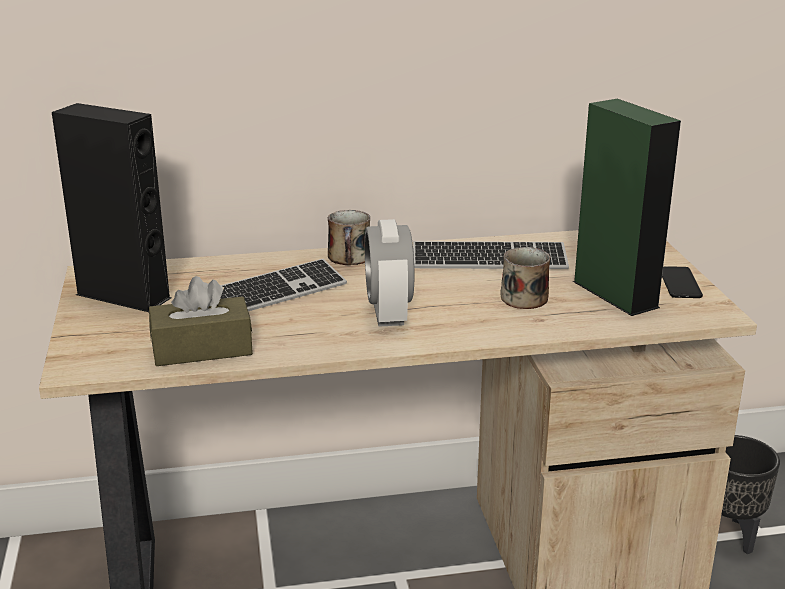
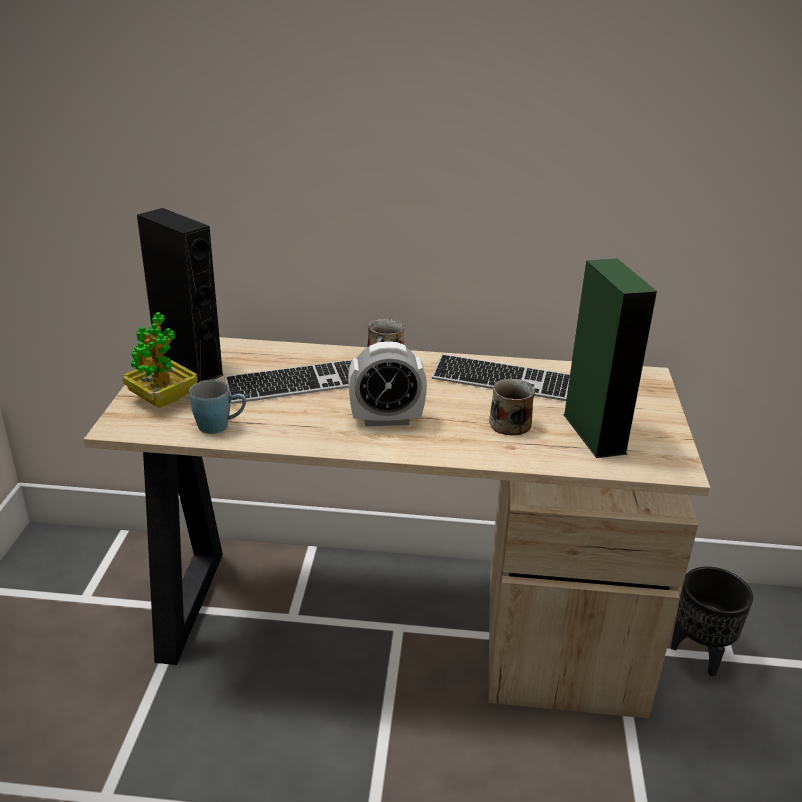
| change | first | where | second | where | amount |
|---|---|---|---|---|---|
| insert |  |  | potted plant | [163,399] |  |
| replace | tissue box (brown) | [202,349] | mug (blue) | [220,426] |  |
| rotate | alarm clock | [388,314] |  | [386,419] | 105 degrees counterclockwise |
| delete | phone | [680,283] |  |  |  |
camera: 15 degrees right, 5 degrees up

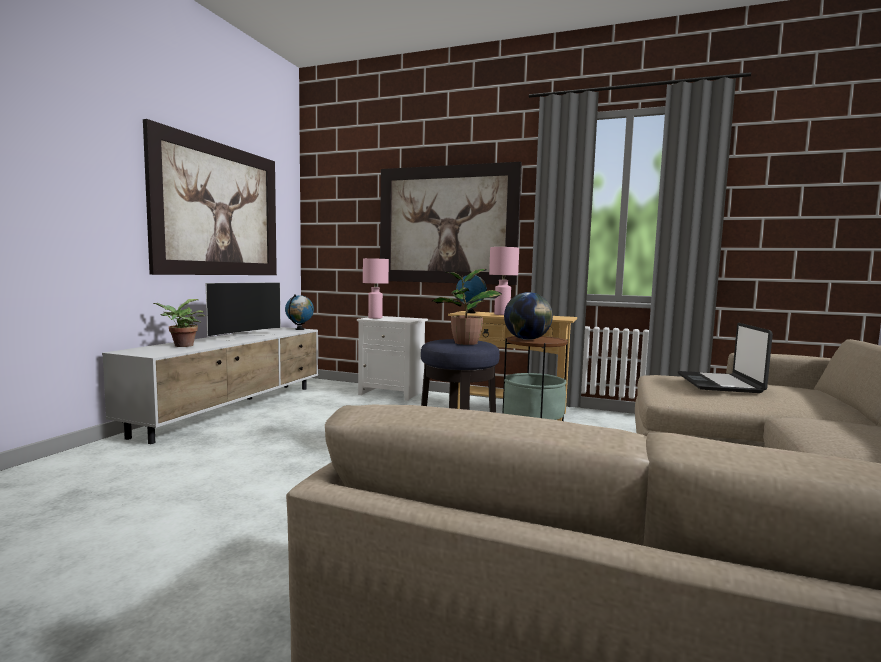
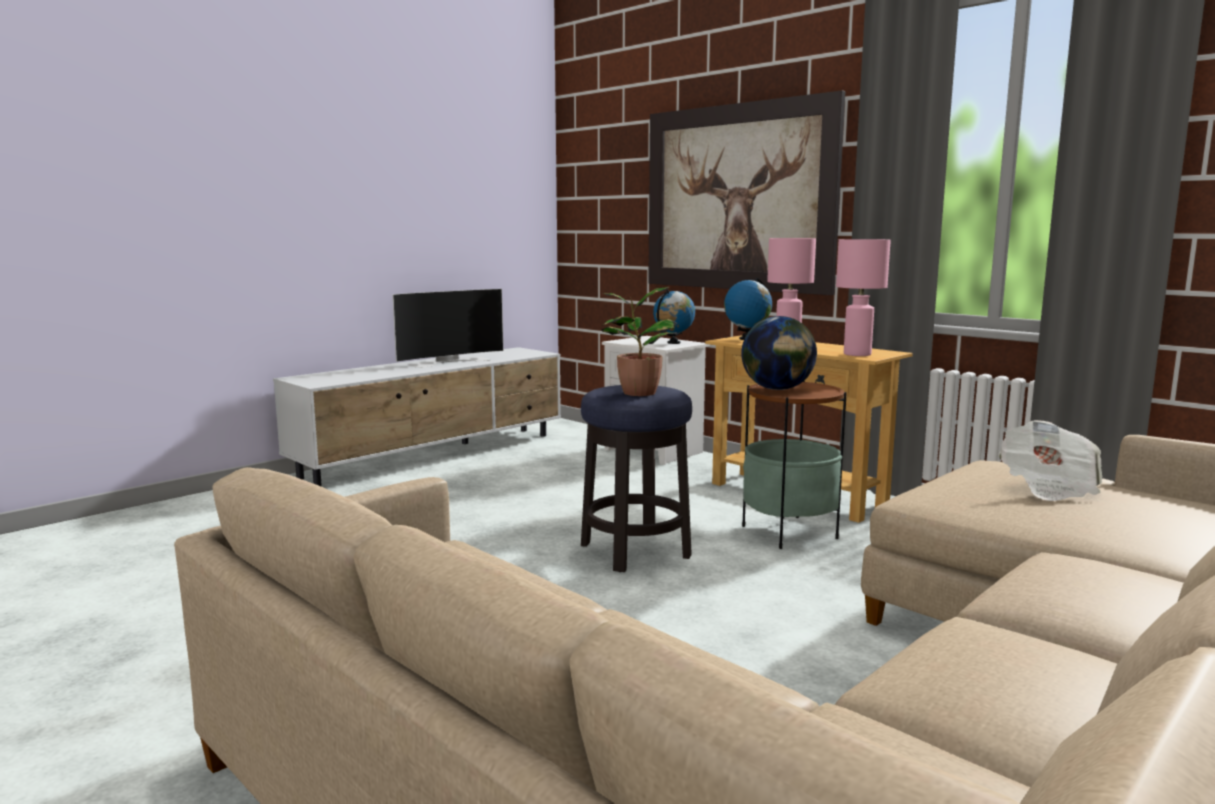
| change | first | where | second | where | amount |
|---|---|---|---|---|---|
| move | globe | [299,329] |  | [673,343] |  |
| move | table lamp (pink) | [375,318] |  | [858,354] |  |
| replace | laptop | [719,383] | newspaper | [1048,487] |  |
| delete | picture | [219,210] |  |  |  |
| delete | potted plant | [181,346] |  |  |  |
camera: 25 degrees right, 5 degrees up

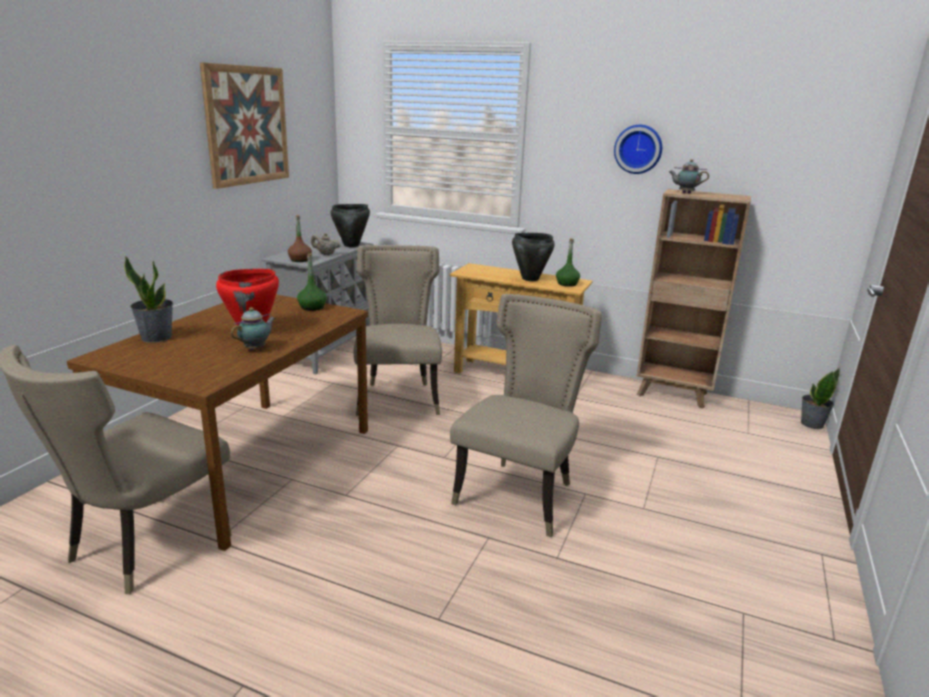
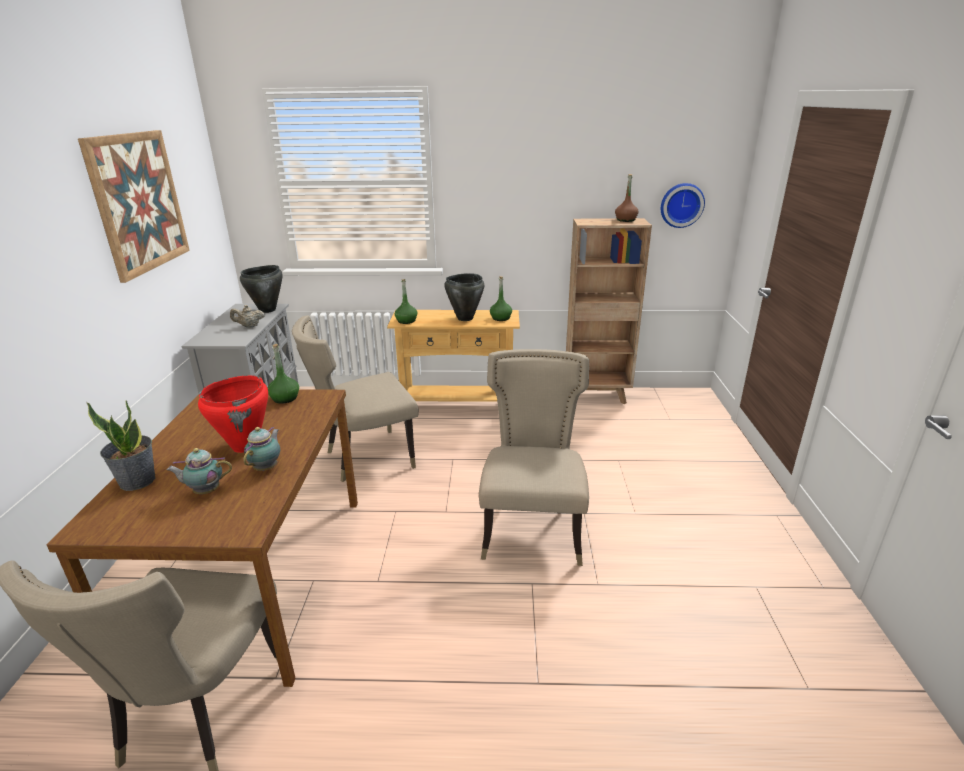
| change | first | where | second | where | amount |
|---|---|---|---|---|---|
| move | teapot | [685,193] |  | [205,491] |  |
| rotate | chair (beige) | [398,397] |  | [366,458] | 90 degrees counterclockwise |
| insert |  |  | bottle (green) | [406,321] |  |
| move | bottle (brown) | [300,260] |  | [626,220] |  |
| move | wall clock | [638,149] |  | [681,205] |  |
| delete | potted plant | [811,424] |  |  |  |
camera: 20 degrees left, 5 degrees up

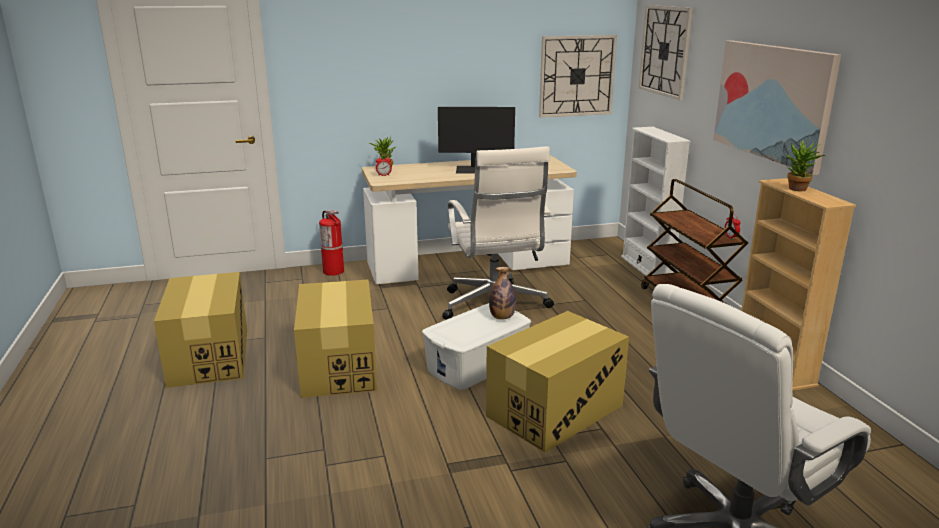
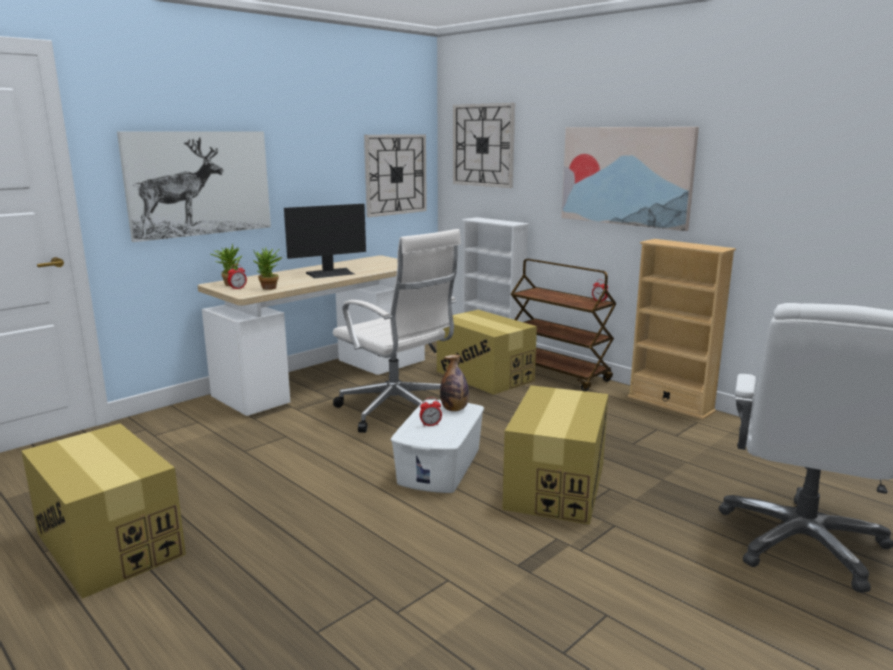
| change | first | where | second | where | amount |
|---|---|---|---|---|---|
| insert |  |  | picture | [199,183] |  |
| move | potted plant | [798,190] |  | [269,289] |  |
| insert |  |  | alarm clock | [430,425] |  |
| move | cardboard box | [339,366] |  | [485,376] |  |
| delete | fire extinguisher | [333,271] |  |  |  |
camera: 30 degrees left, 5 degrees down

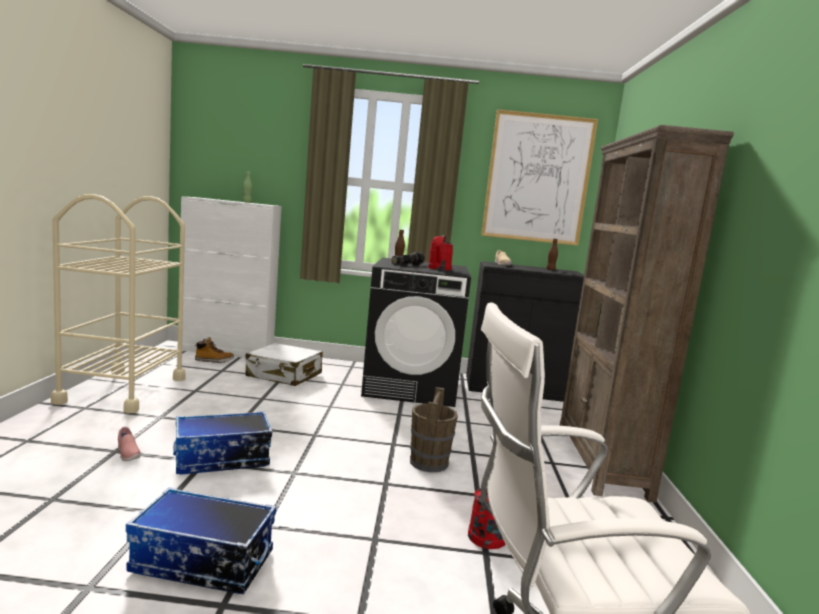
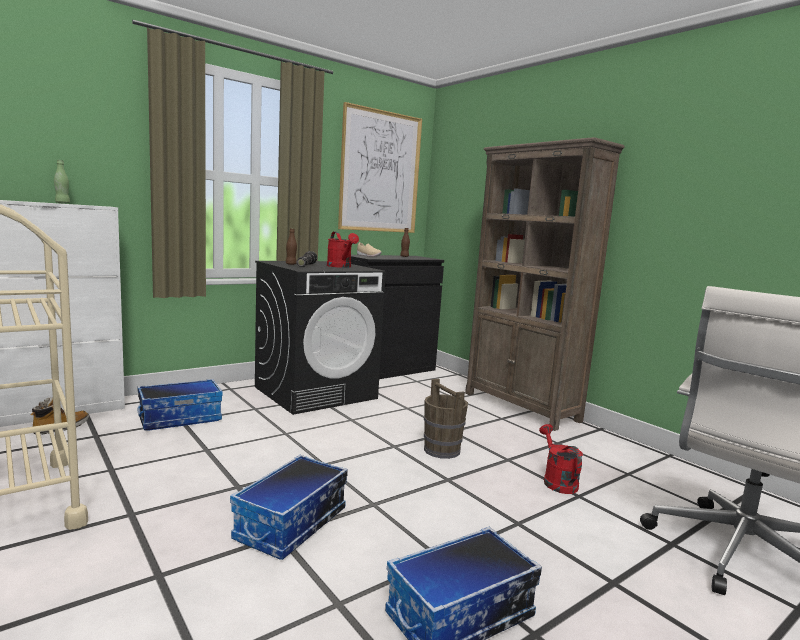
| change | first | where | second | where | amount |
|---|---|---|---|---|---|
| replace | suitcase (white) | [284,375] | storage box | [180,418] |  |
| delete | shoe (pink) | [127,454] |  |  |  |
camera: 40 degrees left, 0 degrees up

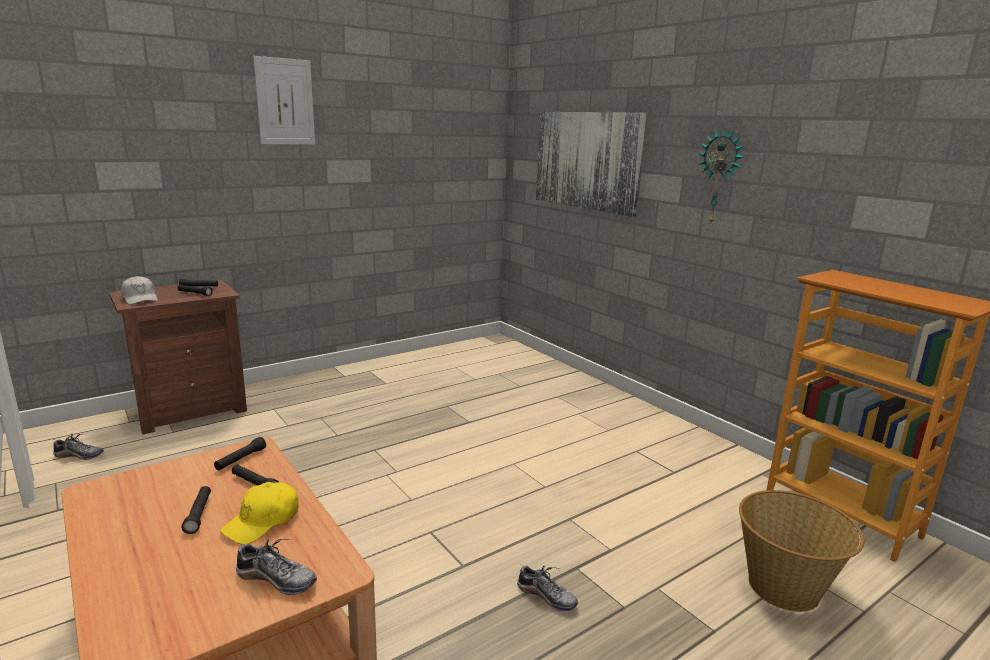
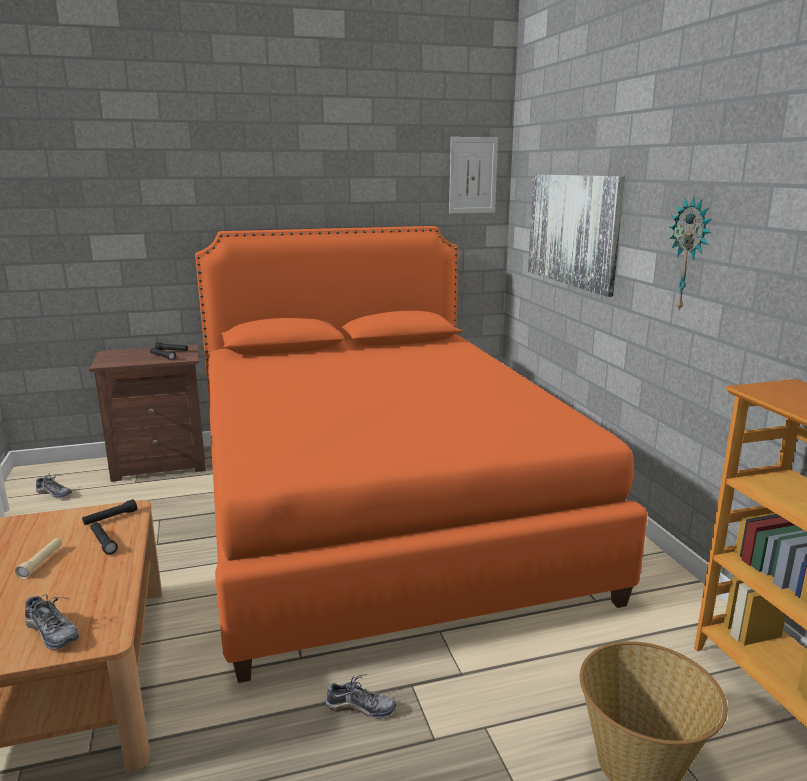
| change | first | where | second | where | amount |
|---|---|---|---|---|---|
| recolor | flashlight (black) | [199,514] | flashlight (beige) | [41,562] |  |
| insert |  |  | bed (orange) | [377,509] |  |
| rotate | shoe | [546,596] |  | [360,708] | 45 degrees counterclockwise |
| move | picture | [285,102] |  | [473,175] |  |
| delete | cap (white) | [140,298] |  |  |  |
| delete | cap (yellow) | [262,521] |  |  |  |
camera: 20 degrees right, 0 degrees up

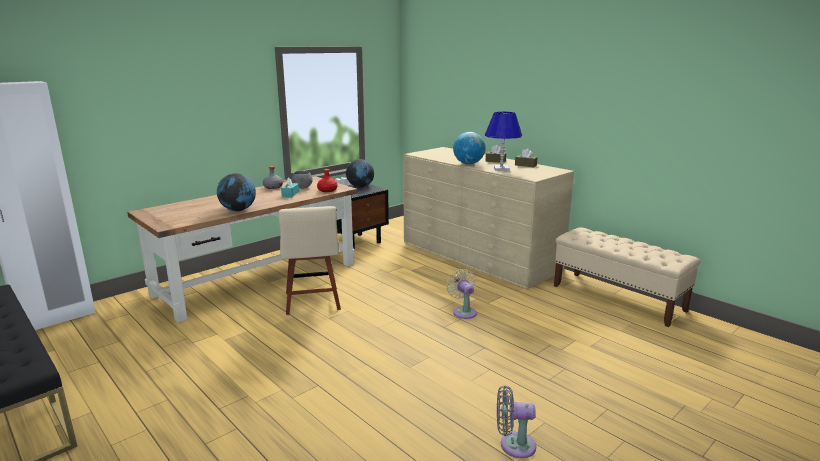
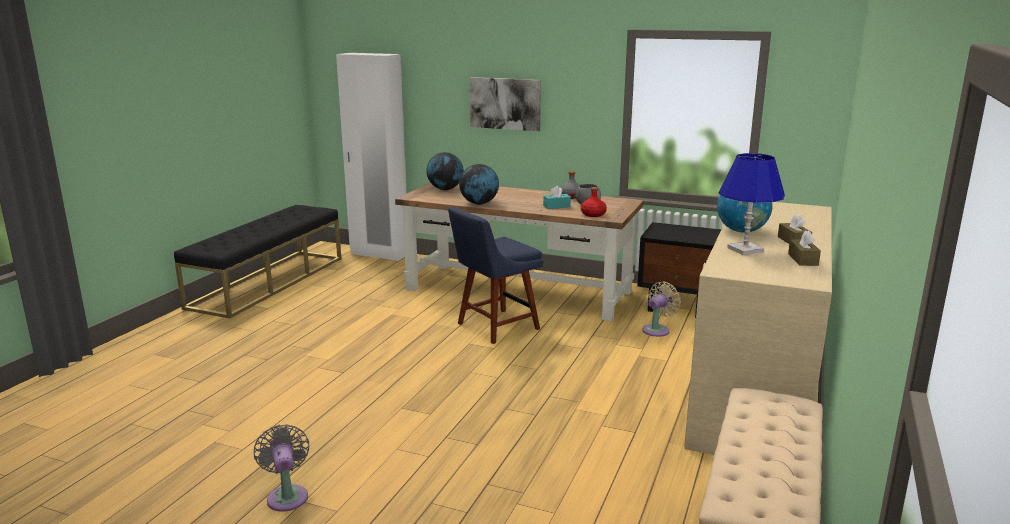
| change | first | where | second | where | amount |
|---|---|---|---|---|---|
| move | globe | [360,187] |  | [445,189] |  |
| recolor | chair (beige) | [312,302] | chair (blue) | [494,327] |  |
| insert |  |  | picture | [505,103] |  |
| move | fan (beige) | [463,312] |  | [657,330] |  |
camera: 65 degrees right, 0 degrees up

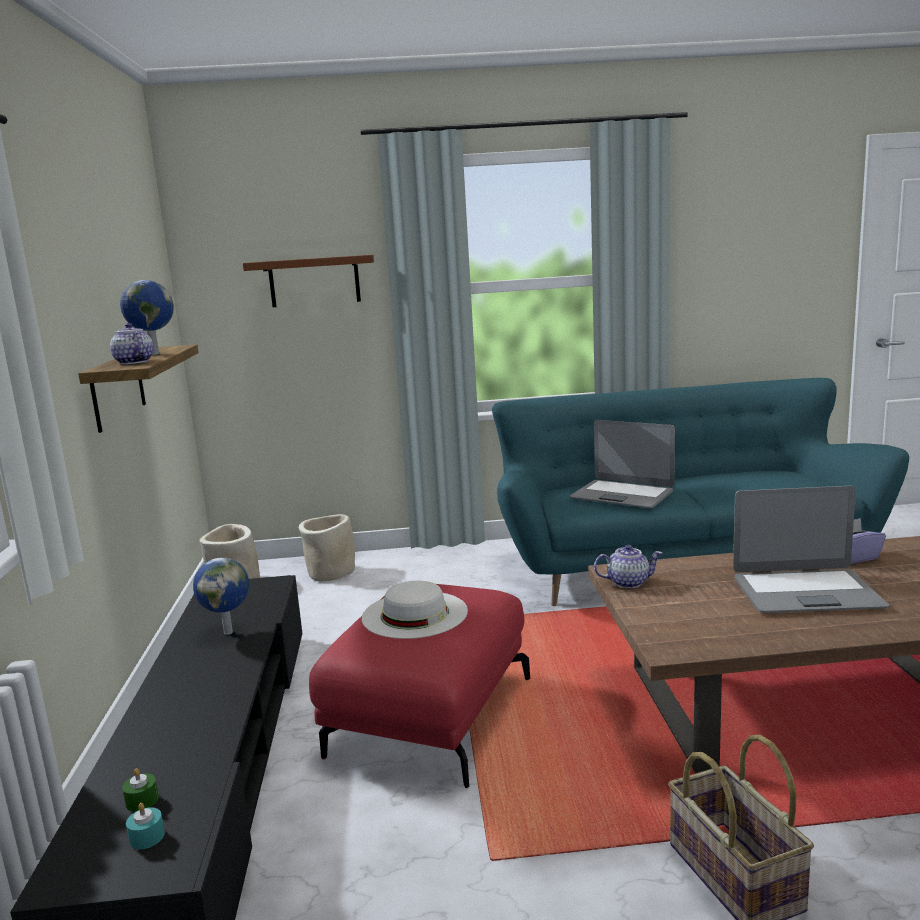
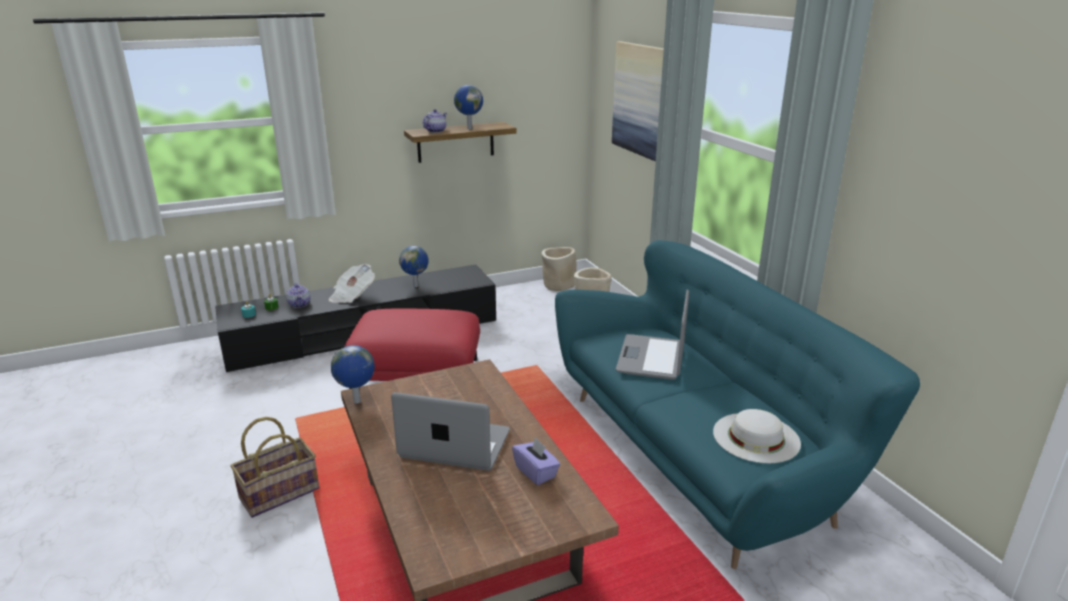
| change | first | where | second | where | amount |
|---|---|---|---|---|---|
| move | teapot | [628,582] |  | [300,304] |  |
| insert |  |  | newspaper | [352,295] |  |
| insert |  |  | globe | [357,402] |  |
| rotate | laptop | [805,592] |  | [454,445] | 120 degrees clockwise |
| replace | shelf (brown) | [314,281] | picture | [640,99] |  |
| move | hat (white) | [415,614] |  | [756,437] |  |
camera: 70 degrees right, 10 degrees up

